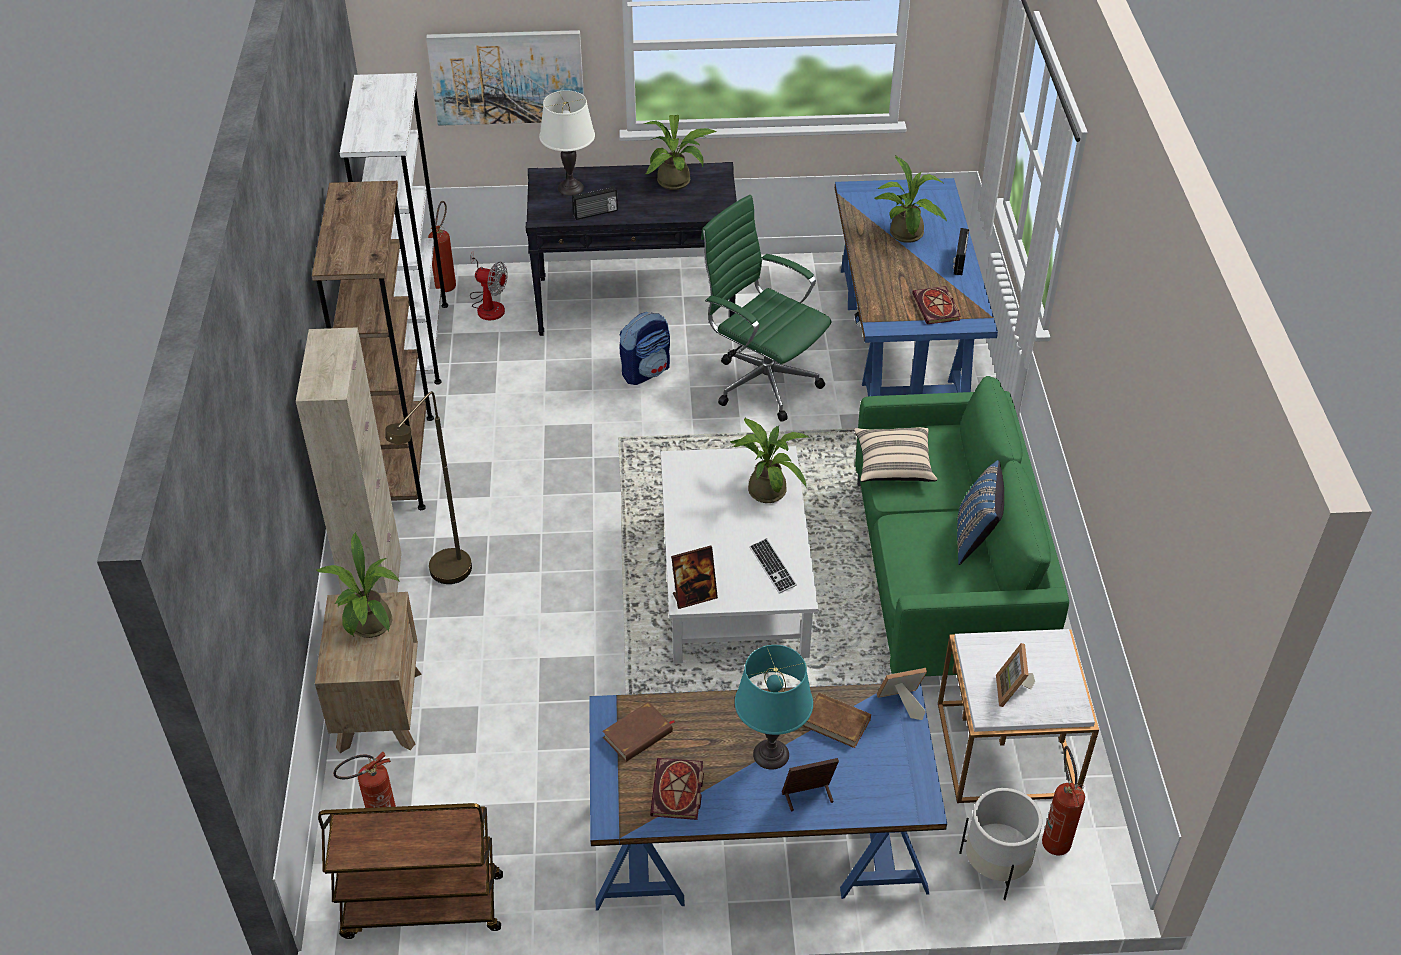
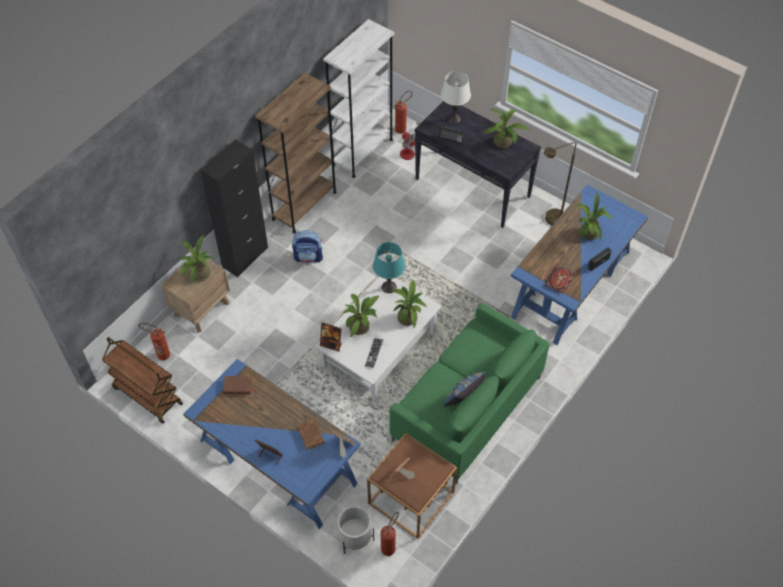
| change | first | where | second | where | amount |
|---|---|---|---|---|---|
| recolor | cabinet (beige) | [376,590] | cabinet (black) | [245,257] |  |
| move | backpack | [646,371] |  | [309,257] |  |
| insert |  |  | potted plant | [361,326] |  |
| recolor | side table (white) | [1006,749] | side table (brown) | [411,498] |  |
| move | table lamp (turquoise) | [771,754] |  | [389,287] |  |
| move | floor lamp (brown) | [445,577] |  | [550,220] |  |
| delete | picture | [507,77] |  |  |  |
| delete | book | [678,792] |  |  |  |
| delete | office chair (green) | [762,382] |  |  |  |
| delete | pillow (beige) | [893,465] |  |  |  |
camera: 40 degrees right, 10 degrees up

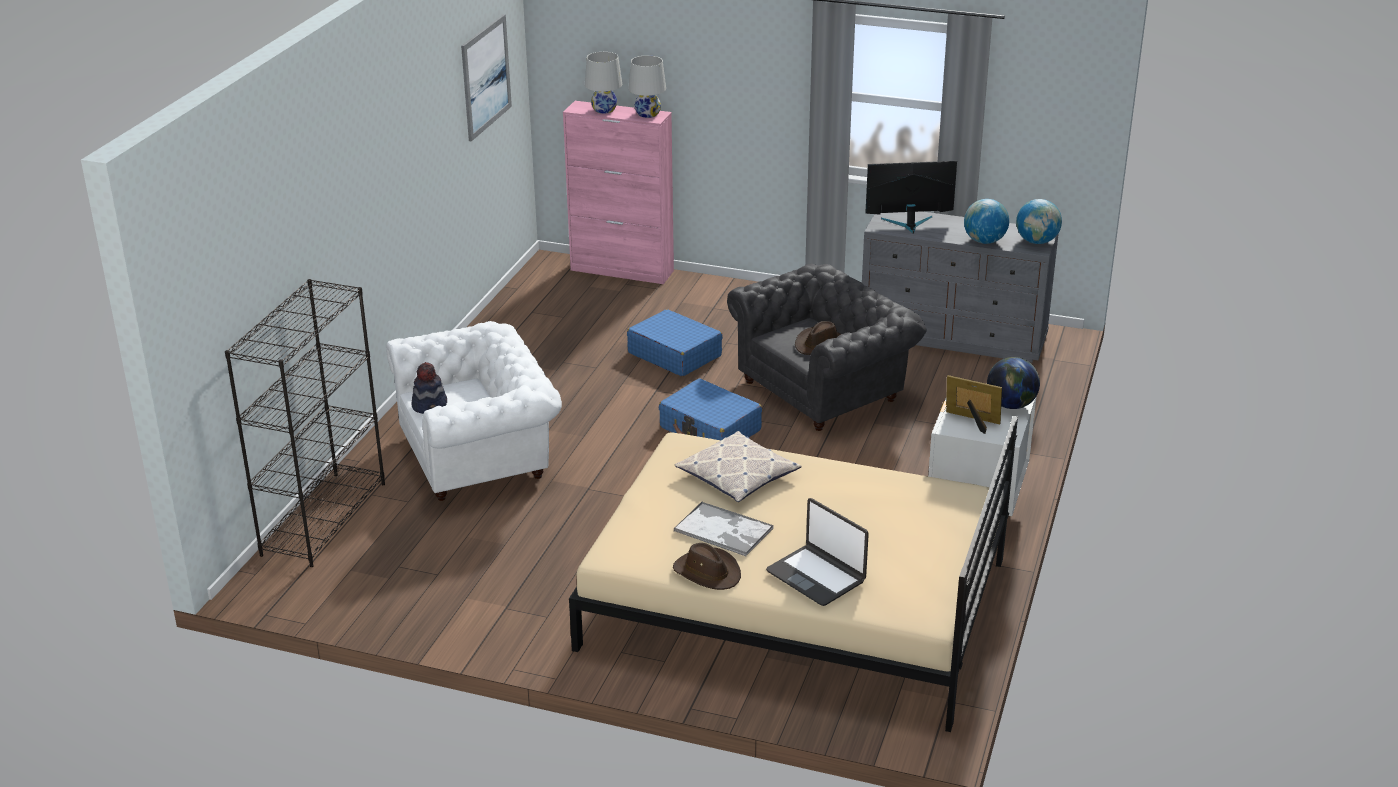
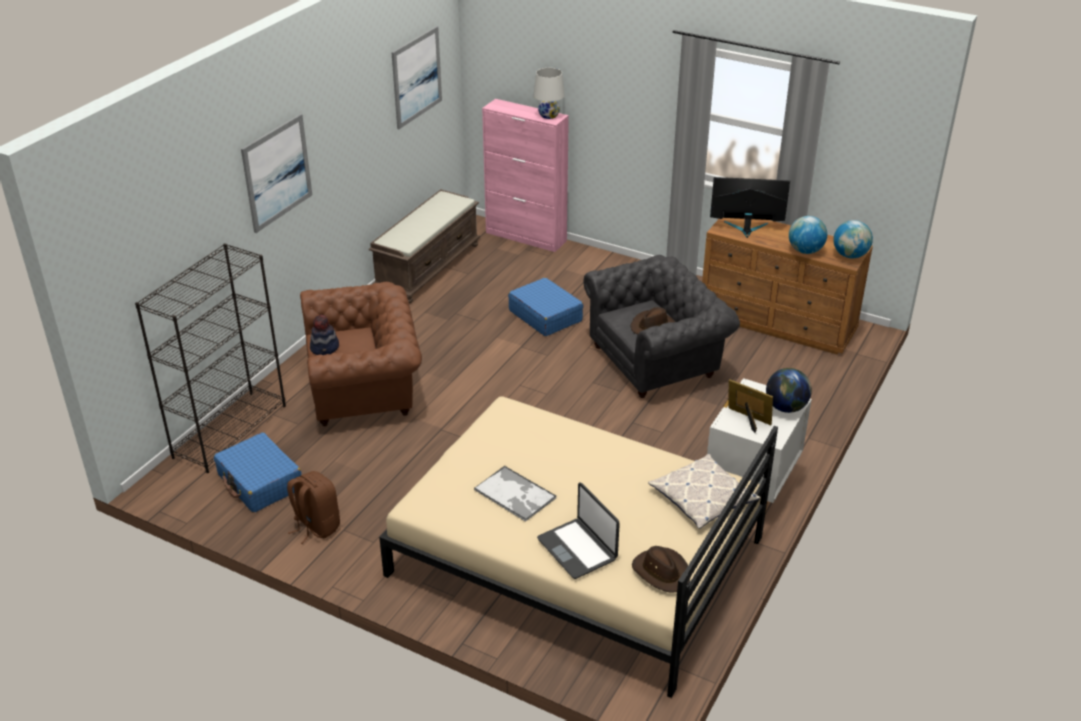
| change | first | where | second | where | amount |
|---|---|---|---|---|---|
| move | suitcase (blue) | [710,429] |  | [260,482] |  |
| insert |  |  | picture | [277,172] |  |
| insert |  |  | backpack (brown) | [316,526] |  |
| recolor | armchair (white) | [480,456] | armchair (brown) | [366,390] |  |
| insert |  |  | bench (brown) | [427,267] |  |
| move | hat (brown) | [707,572] |  | [661,572] |  |
| move | pillow | [738,476] |  | [703,498] |  |
| recolor | dresser (grey) | [954,336] | dresser (brown) | [778,323] |  |
| delete | table lamp (white) | [604,110] |  |  |  |
camera: 10 degrees right, 5 degrees up

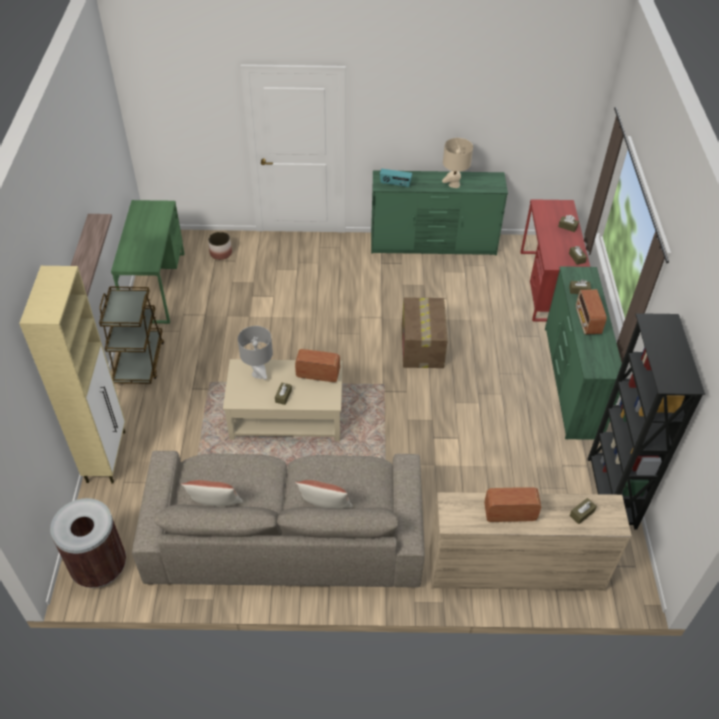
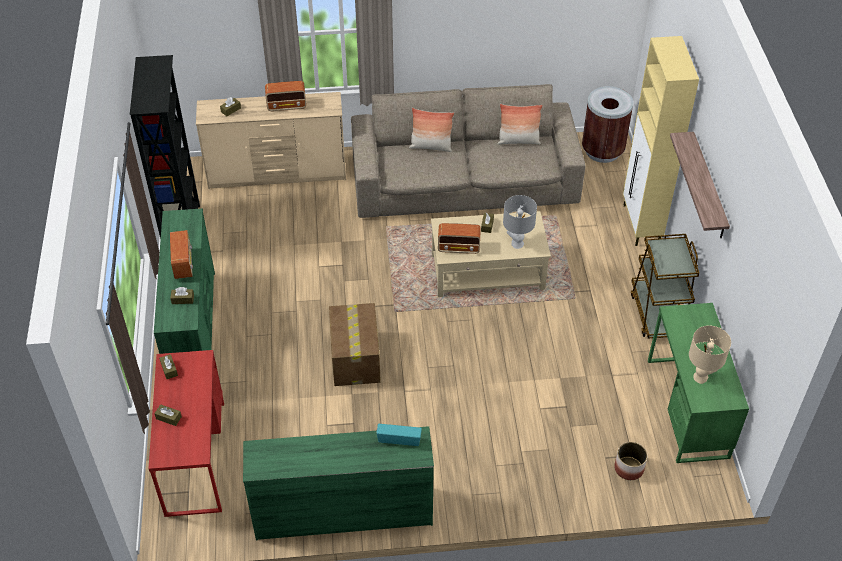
| change | first | where | second | where | amount |
|---|---|---|---|---|---|
| move | table lamp (beige) | [454,185] |  | [701,377] |  |
camera: 175 degrees right, 0 degrees up

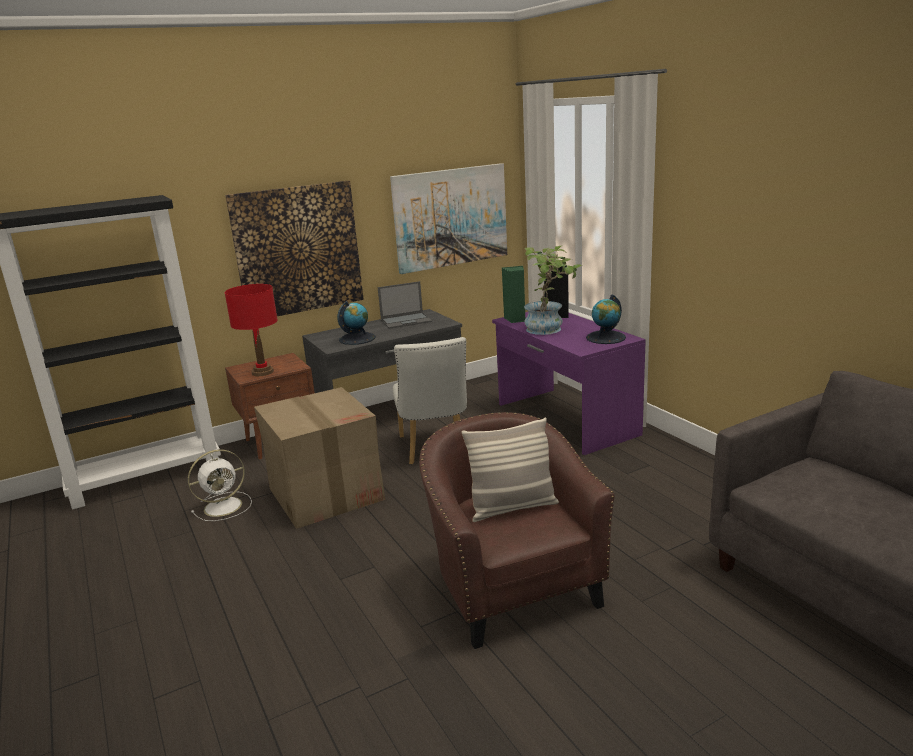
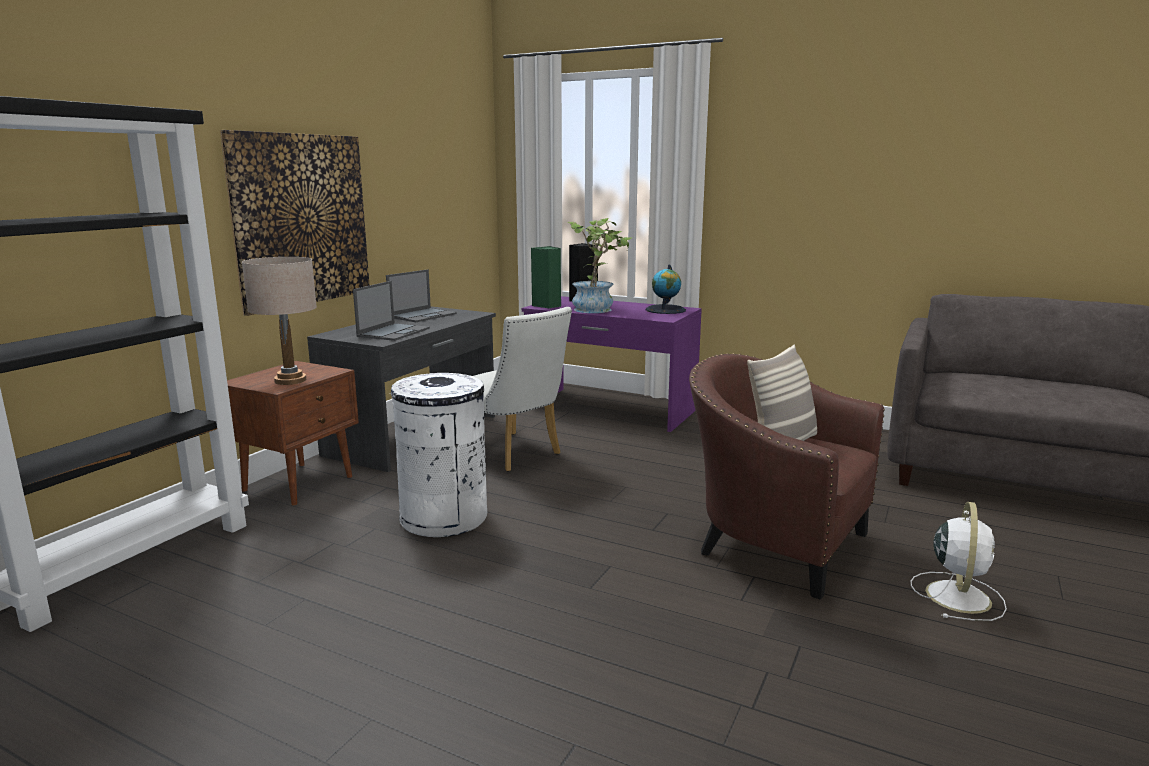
| change | first | where | second | where | amount |
|---|---|---|---|---|---|
| recolor | table lamp (red) | [262,372] | table lamp (beige) | [290,380] |  |
| replace | globe | [357,338] | laptop | [394,332] |  |
| replace | cardboard box | [325,493] | trash can (white) | [444,517] |  |
| move | fan (white) | [224,506] |  | [957,595] |  |
| delete | picture | [451,217] |  |  |  |
camera: 35 degrees left, 5 degrees down

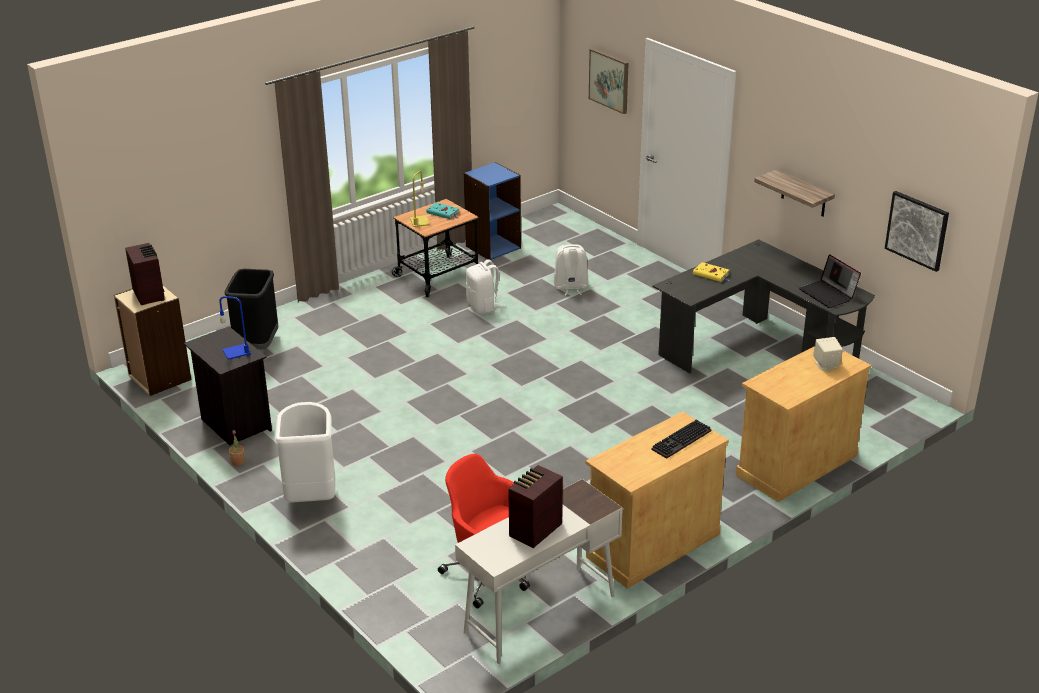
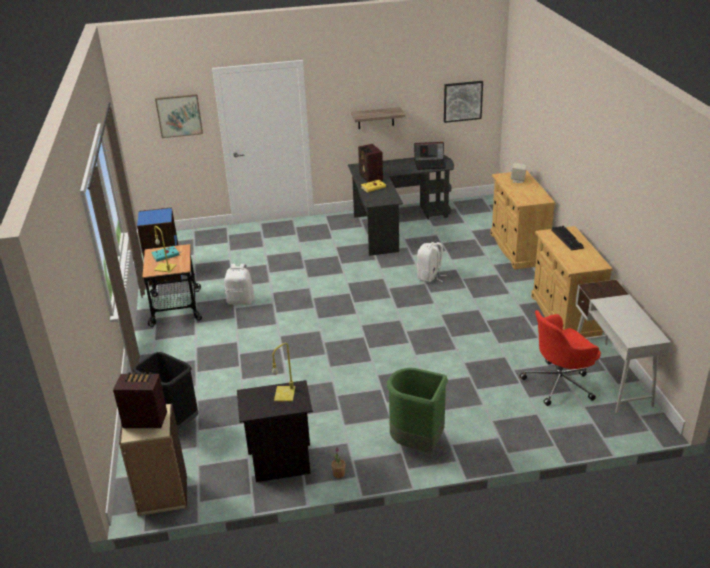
| change | first | where | second | where | amount |
|---|---|---|---|---|---|
| recolor | table lamp (blue) | [237,351] | table lamp (yellow) | [284,393] |  |
| move | radio | [534,530] |  | [370,178] |  |
| recolor | trash can (white) | [311,497] | trash can (green) | [417,444] |  |
| move | backpack (white) | [570,287] |  | [429,277] |  |
camera: 60 degrees left, 0 degrees up

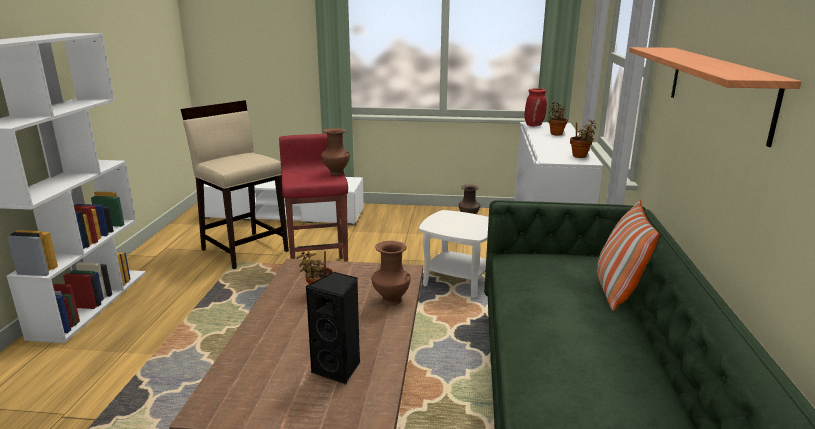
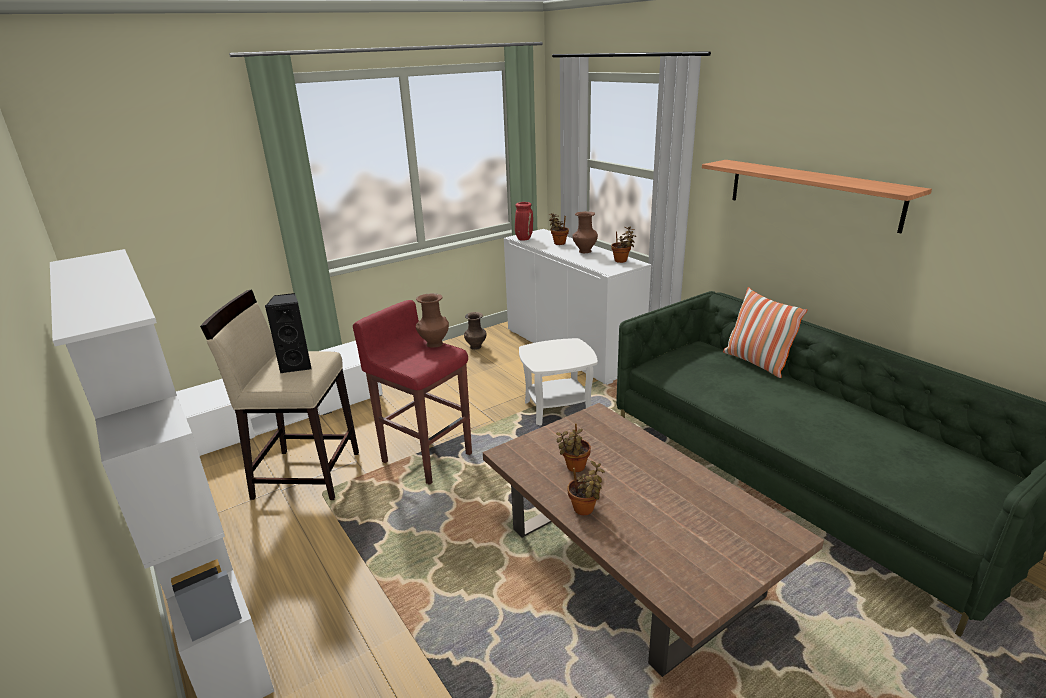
| change | first | where | second | where | amount |
|---|---|---|---|---|---|
| move | speaker (black) | [339,369] |  | [297,365] |  |
| insert |  |  | potted plant | [585,510] |  |
| move | vase (brown) | [390,300] |  | [584,251] |  |
camera: 40 degrees left, 5 degrees up

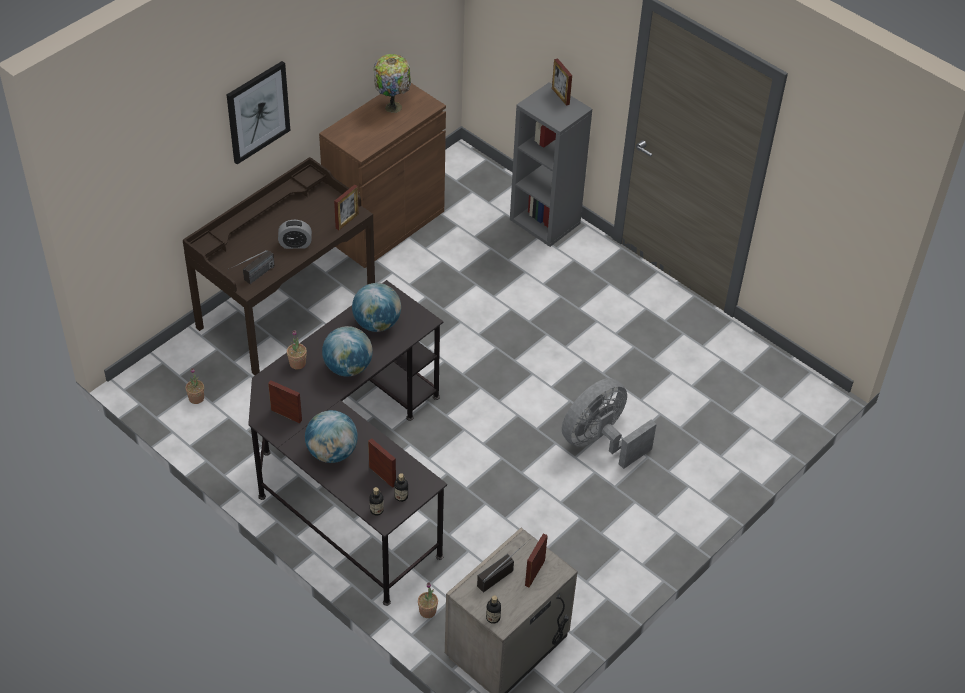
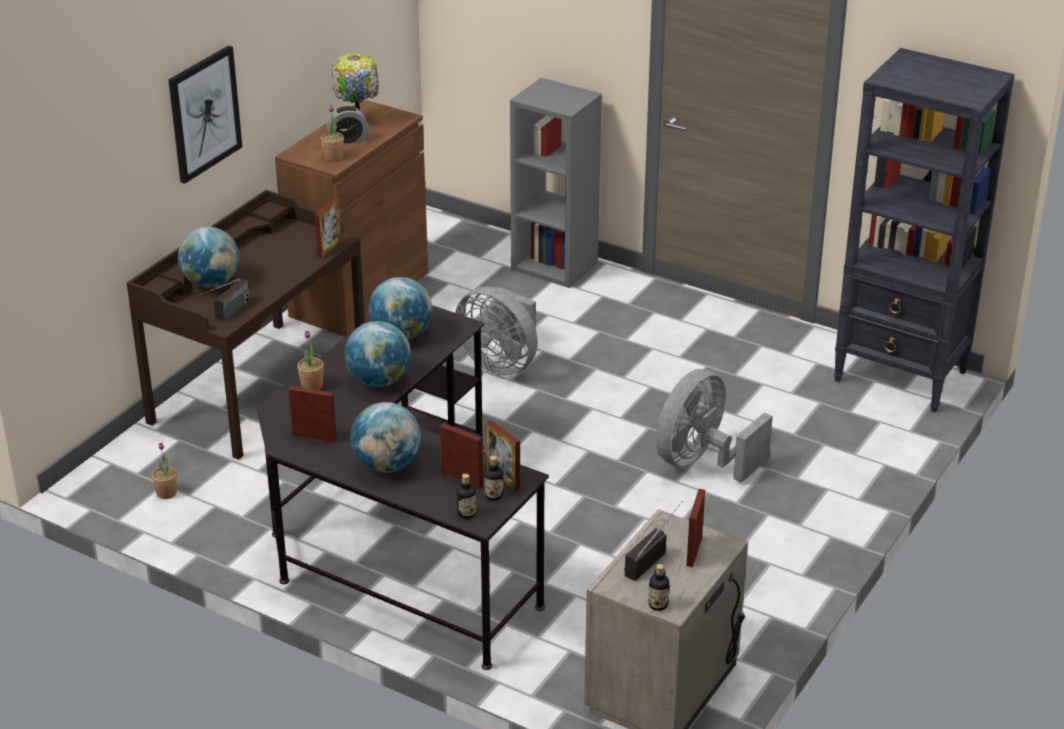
| change | first | where | second | where | amount |
|---|---|---|---|---|---|
| insert |  |  | globe | [211,283] |  |
| move | potted plant | [427,611] |  | [333,157] |  |
| move | alarm clock | [295,244] |  | [348,141] |  |
| insert |  |  | fan (grey) | [501,363] |  |
| move | picture frame | [560,96] |  | [503,479] |  |
| insert |  |  | bookcase (black) | [901,377] |  |
camera: 10 degrees left, 15 degrees down

